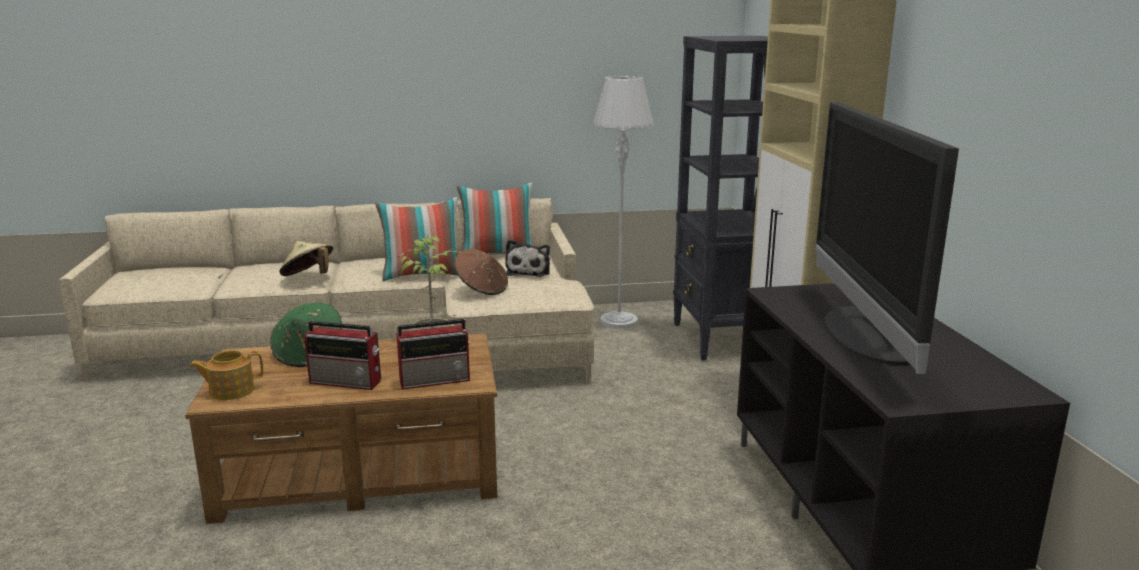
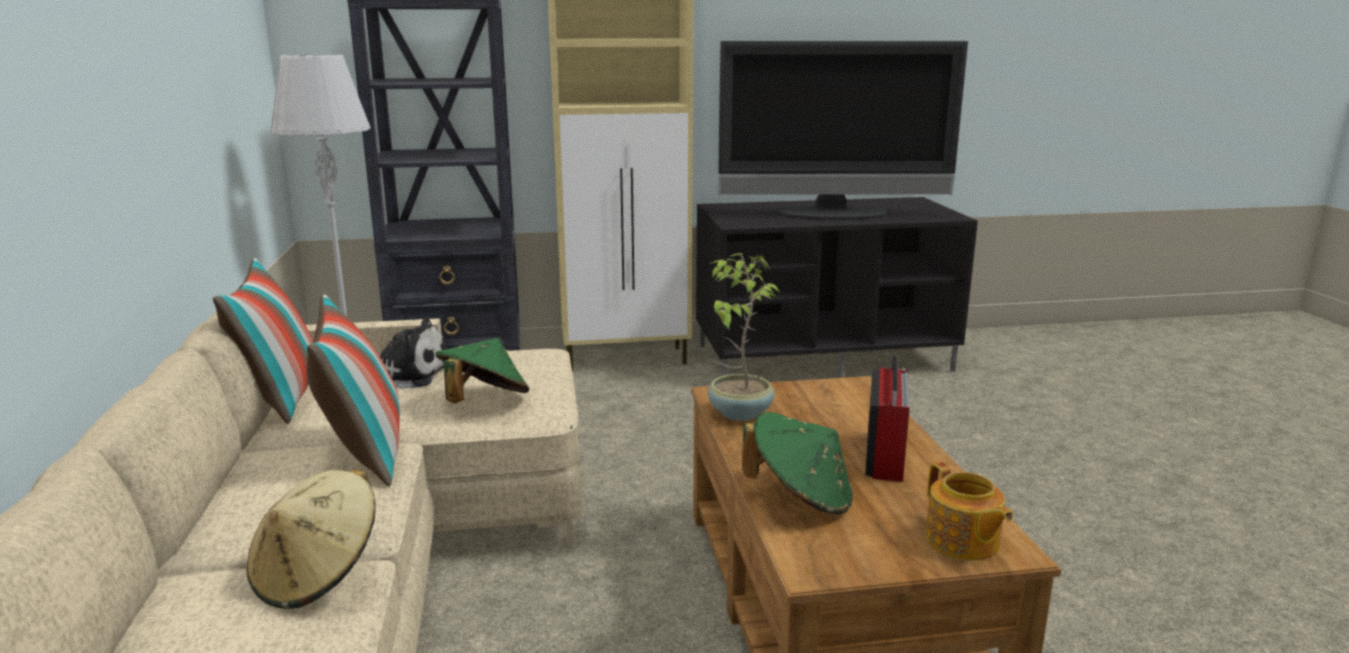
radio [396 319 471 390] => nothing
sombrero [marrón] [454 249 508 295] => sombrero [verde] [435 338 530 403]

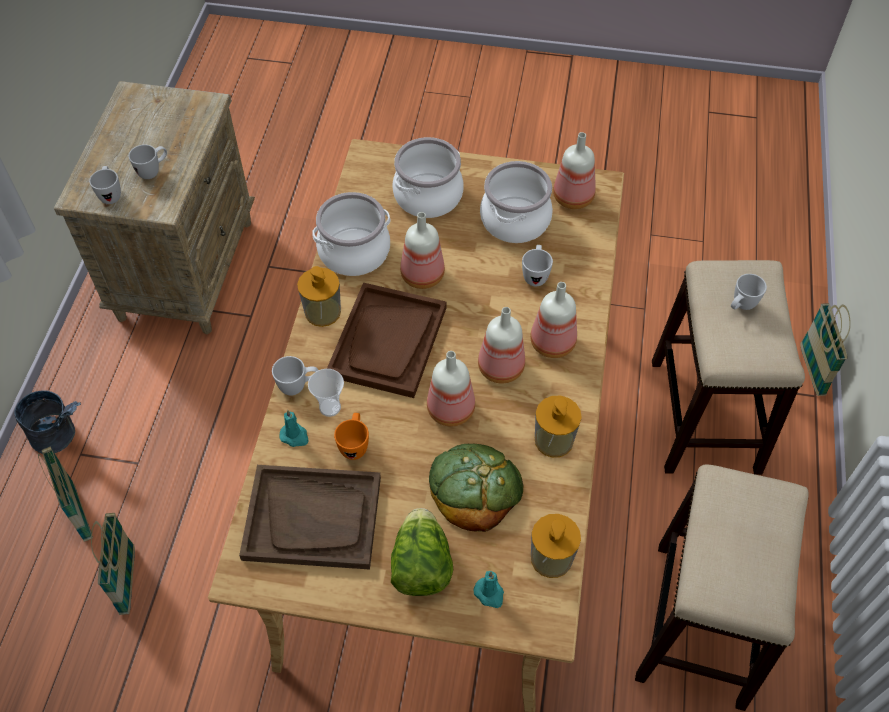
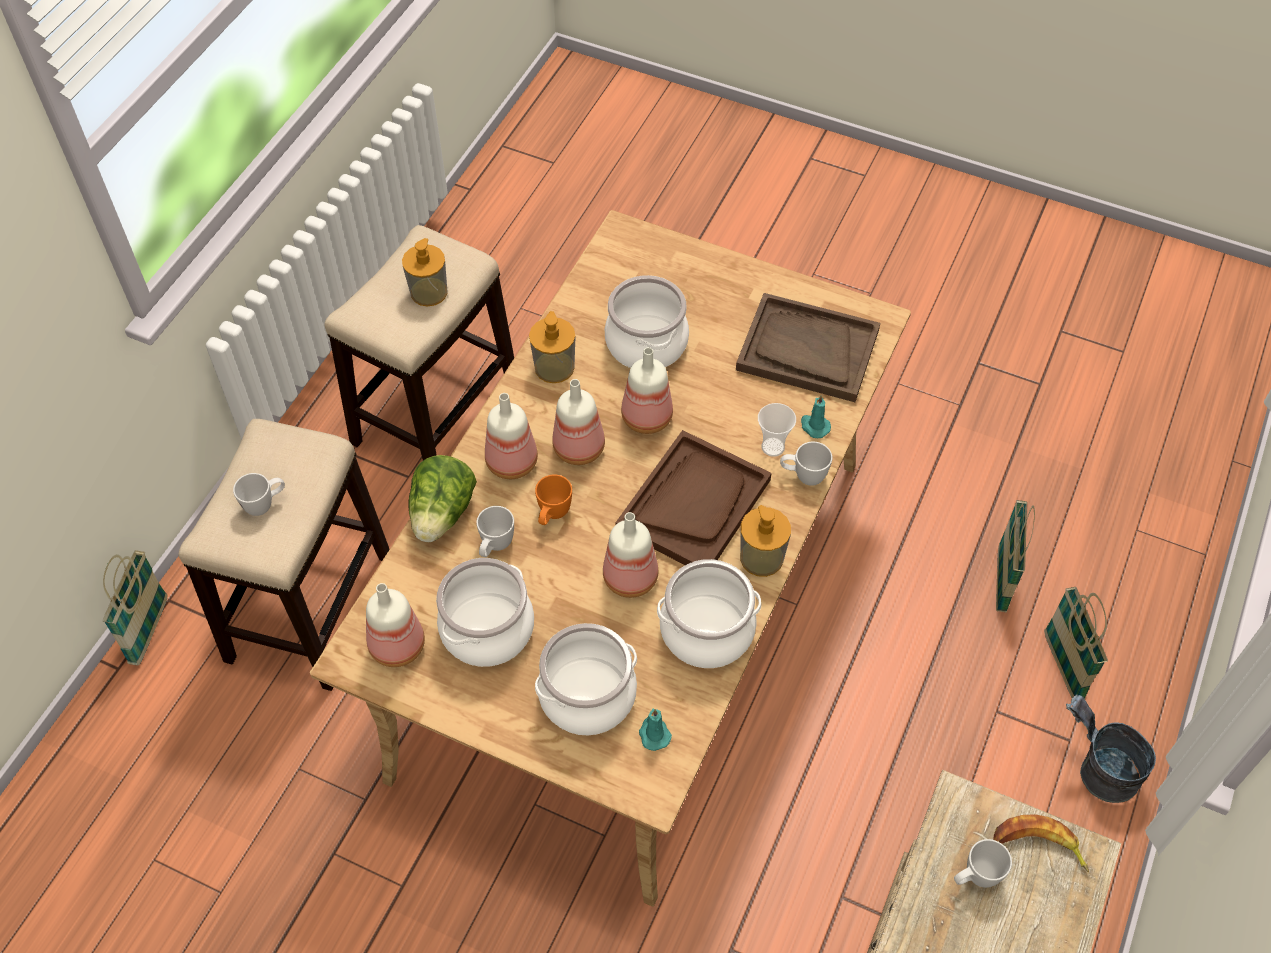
taza grande [blanco] [89 166 121 204] => plátano [993 814 1089 872]
taza grande [naranja] [334 413 369 460] => taza grande [naranja] [535 475 572 525], move
lechuga [391 508 453 596] => lechuga [409 455 477 542], move
pan [429 444 524 532] => olla [605 275 689 368]
vela [turquesa] [474 571 504 608] => vela [turquesa] [639 709 672 751], move
dispensador de jabón [531 514 581 578] => dispensador de jabón [402 238 448 306], move

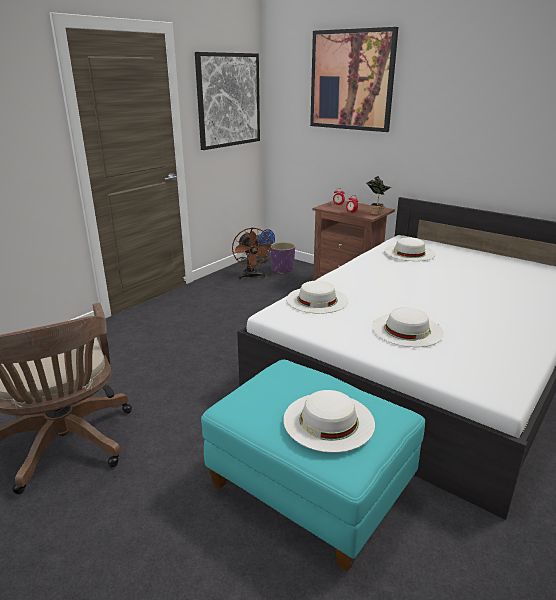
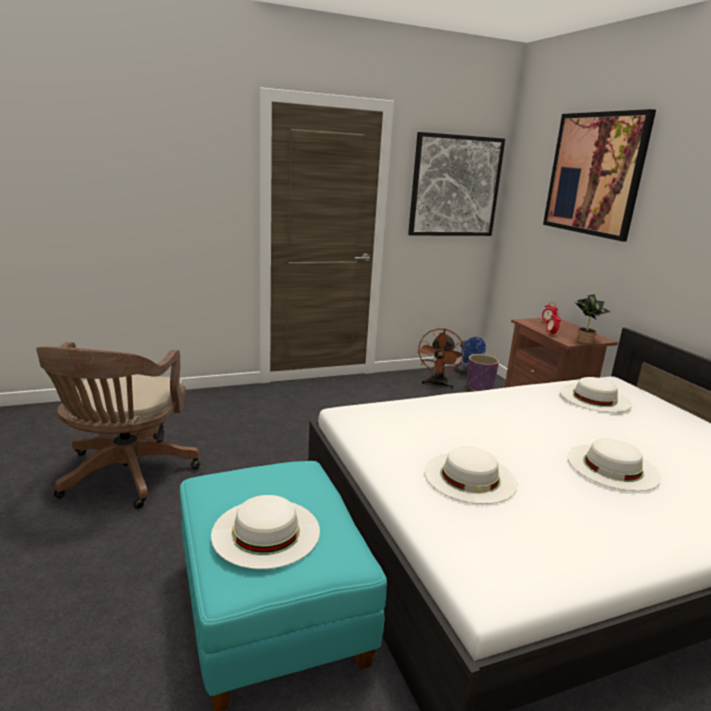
sombrero [blanco] [286 281 348 314] => sombrero [blanco] [568 438 661 491], move

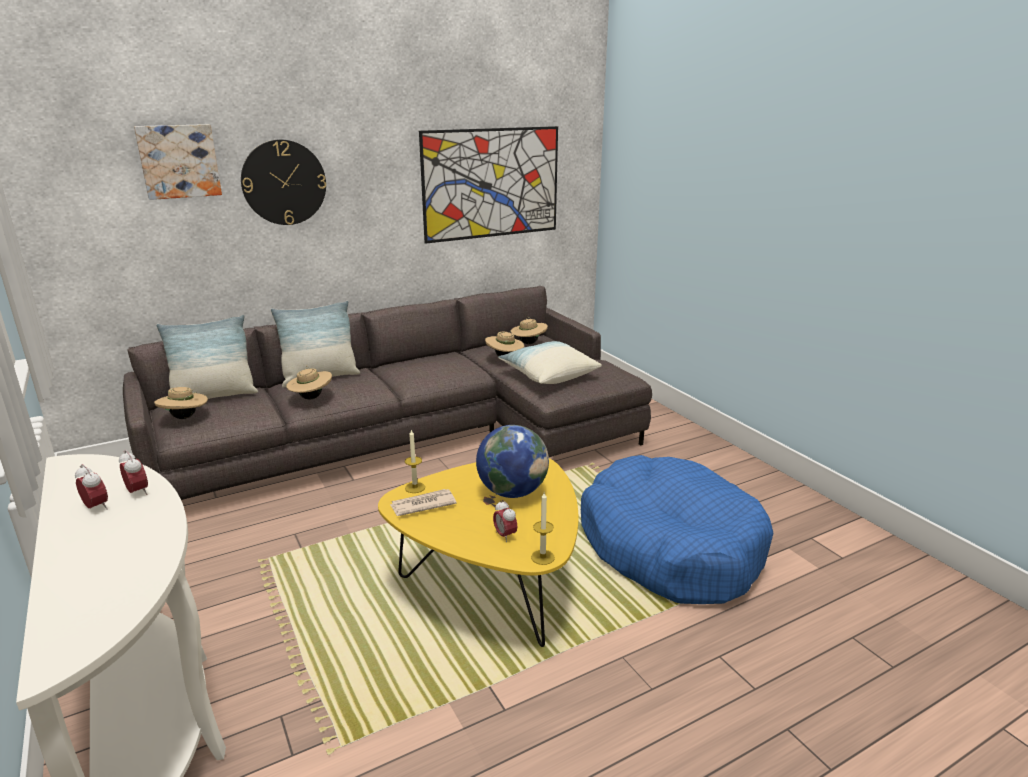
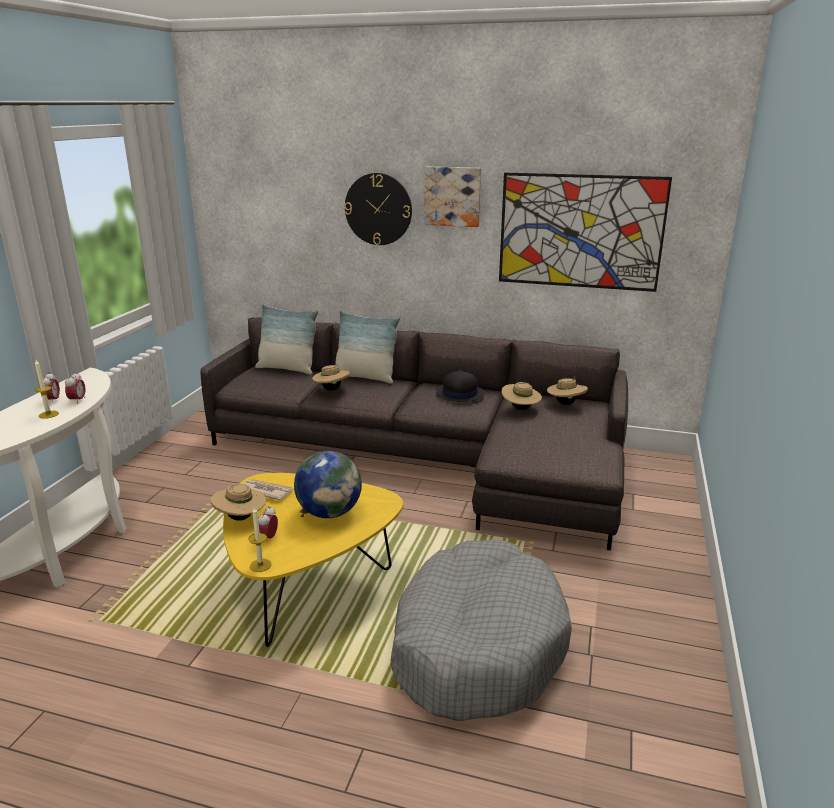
cuadro [134 124 222 200] => cuadro [424 167 481 227], move
sombrero [beis] [154 387 208 419] => sombrero [beis] [210 483 266 521], move
vela [405 430 425 493] => vela [34 360 59 419], move
cojín [498 341 602 384] => nothing
cama para perro [azul] [581 455 773 604] => cama para perro [gris] [391 539 572 721]
nothing => sombrero [negro] [436 370 484 402]

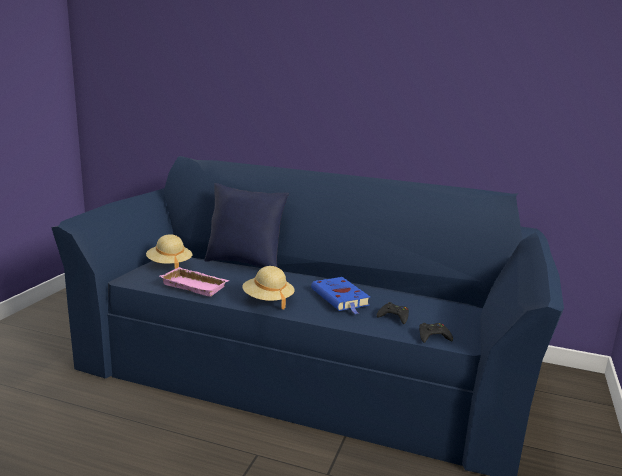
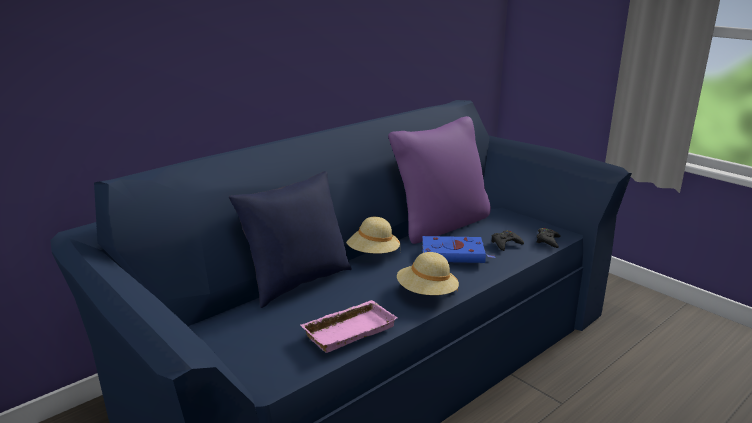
sombrero [beis] [146 234 192 269] => sombrero [beis] [346 217 400 253], move
nothing => cojín [morado] [388 116 491 244]

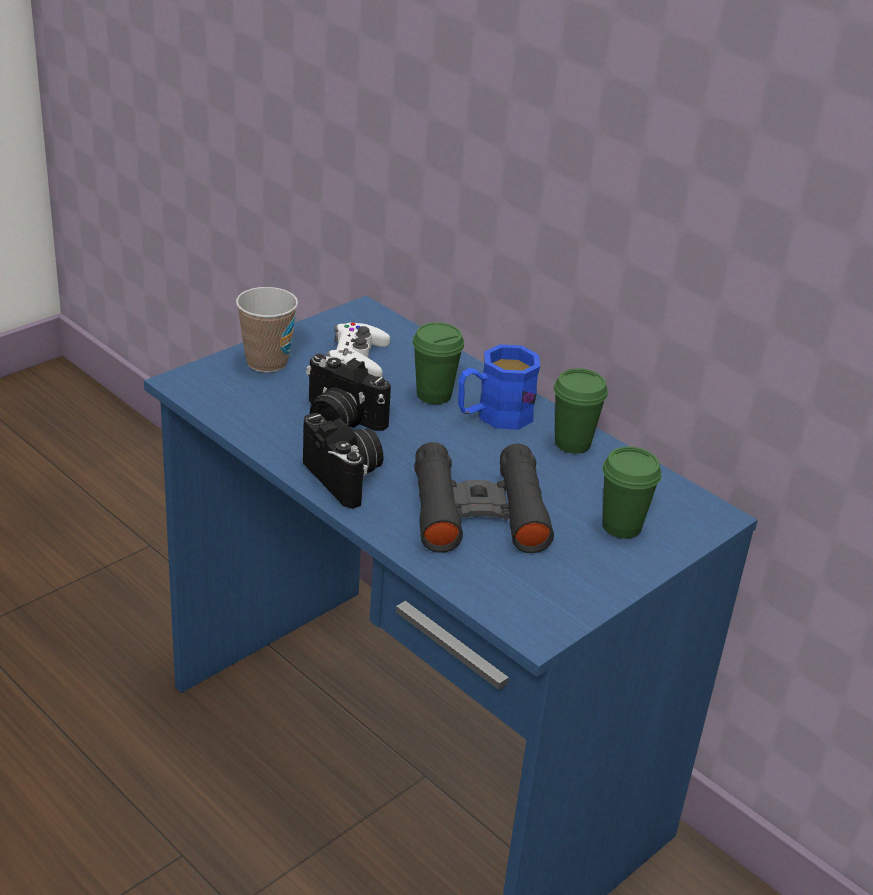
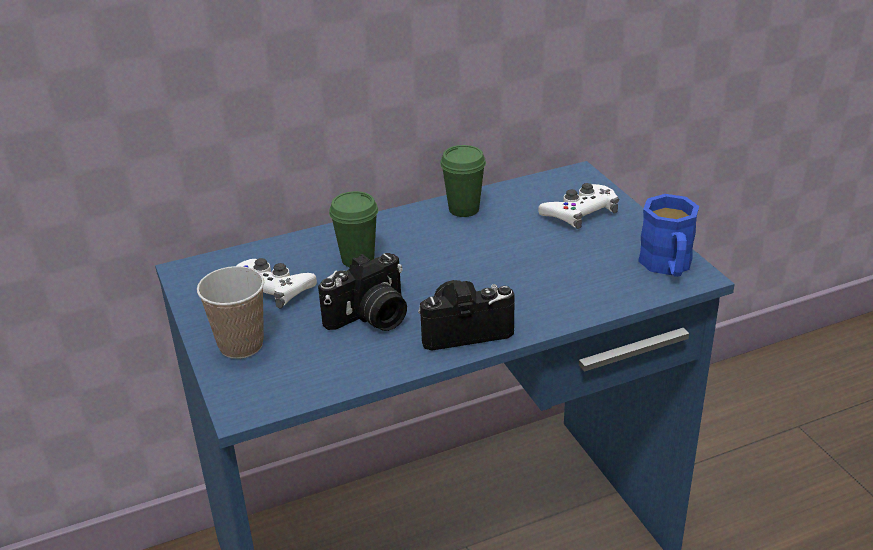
prismáticos [negro] [414 442 554 553] => nothing
taza grande [azul] [458 344 540 430] => taza grande [azul] [638 194 699 277], move
taza [verde] [602 447 661 539] => mando de consola [blanco] [538 183 619 229]

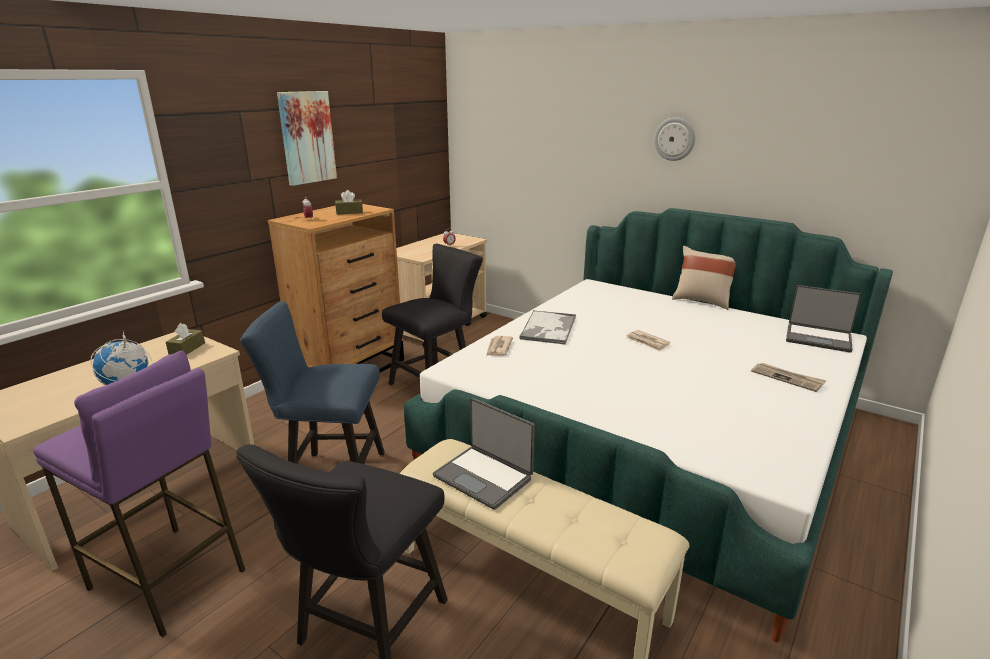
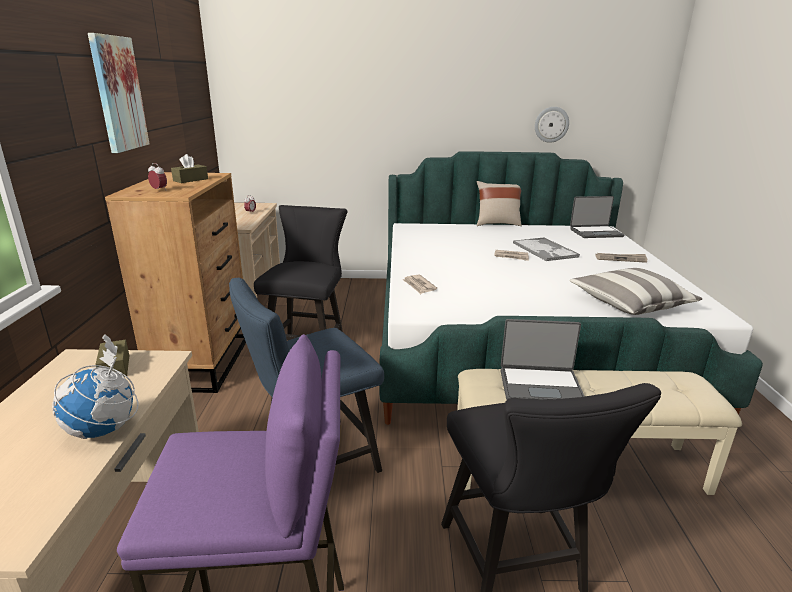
bandeja [519 311 576 345] => bandeja [513 237 580 261], move
reloj de pared [654 117 695 161] => reloj de pared [535 107 569 143], move
nothing => cojín [569 268 702 315]

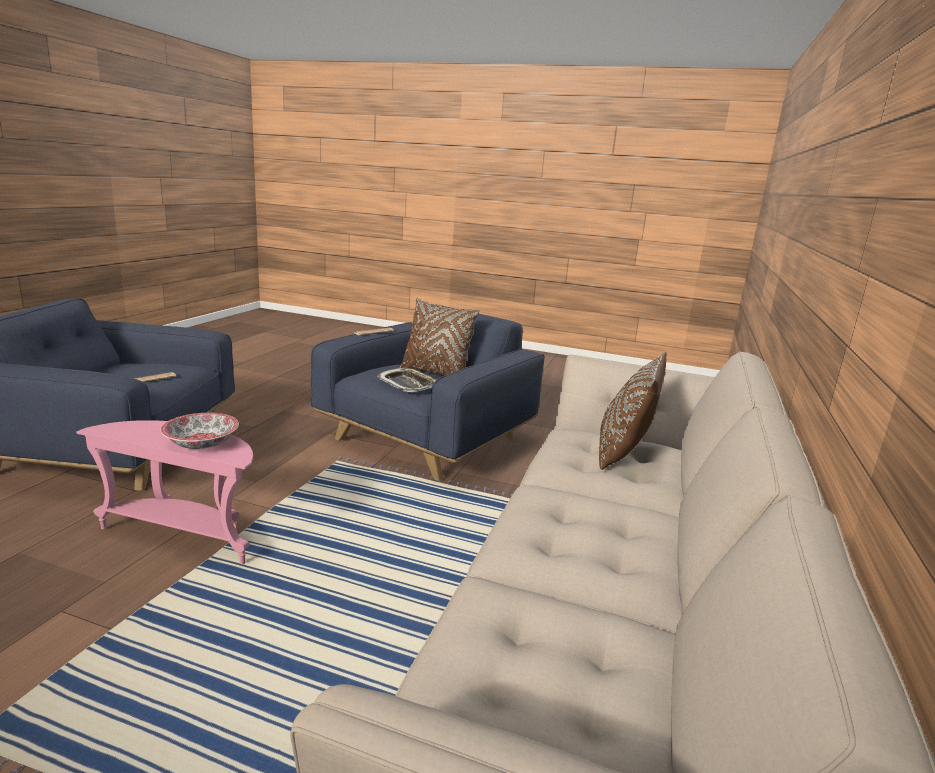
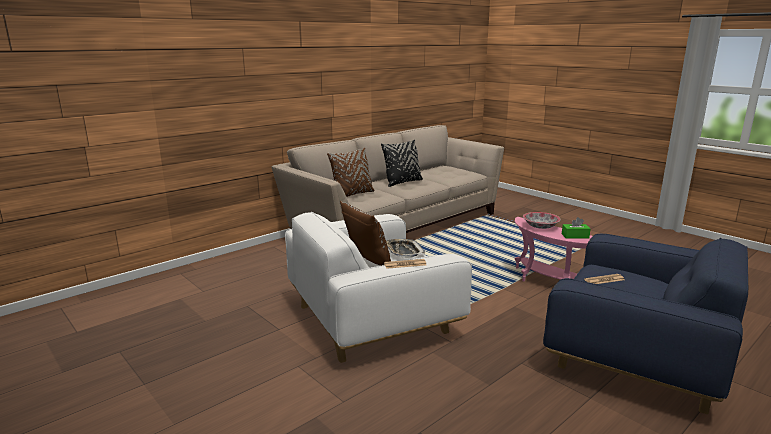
sillón [azul] [310 304 545 481] => sillón [blanco] [285 212 472 363]
nothing => cojín [negro] [381 140 423 187]
nothing => caja de pañuelos [verde] [562 217 591 238]

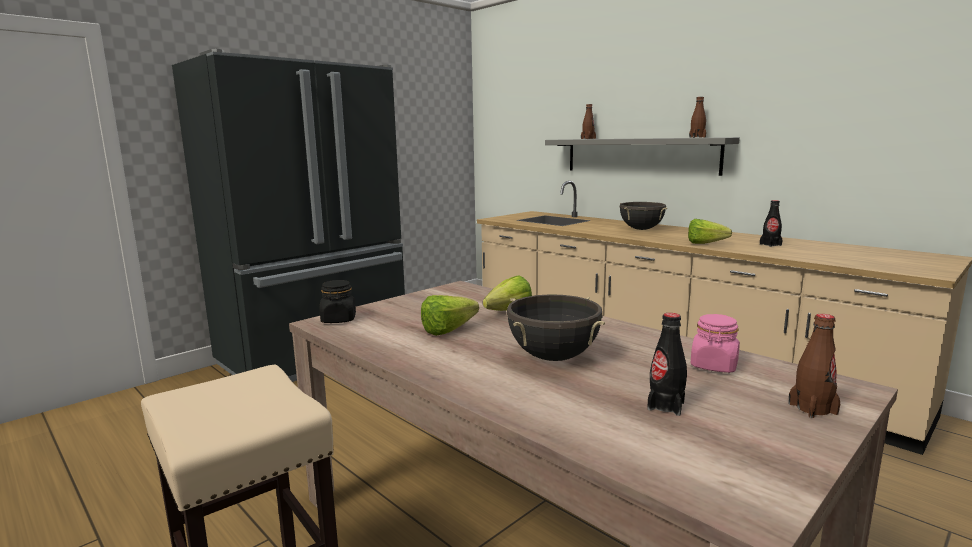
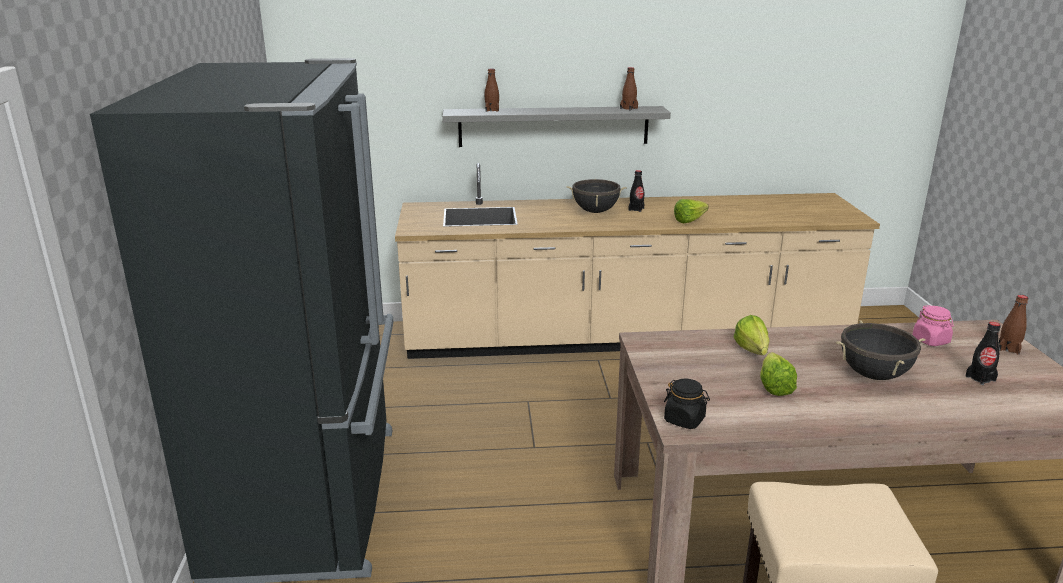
botella [negro] [760 200 783 247] => botella [negro] [629 170 644 212], move

